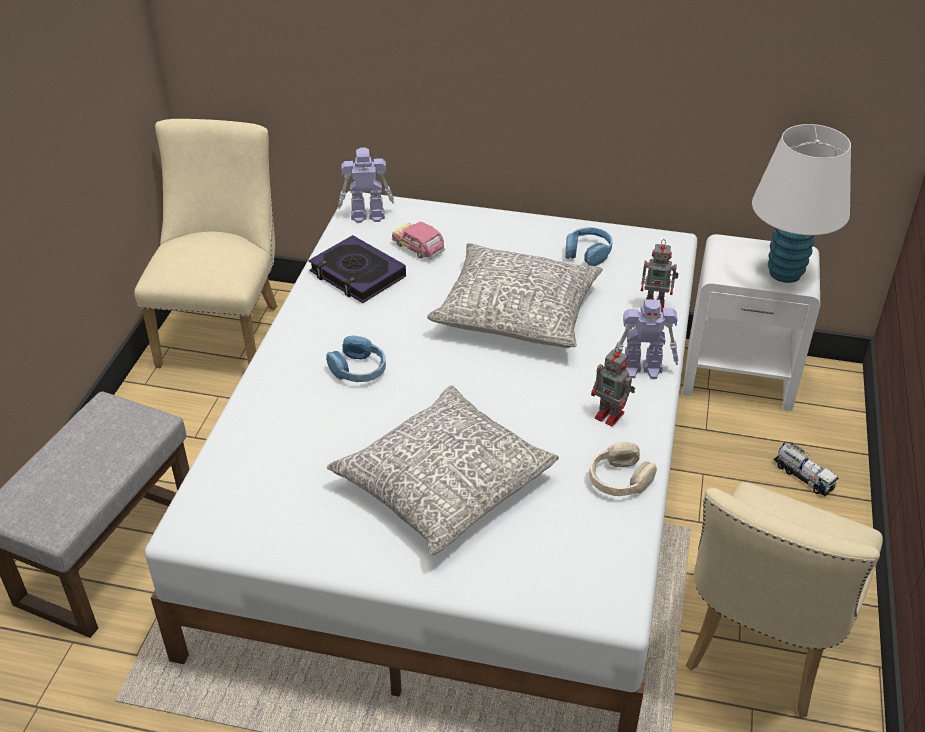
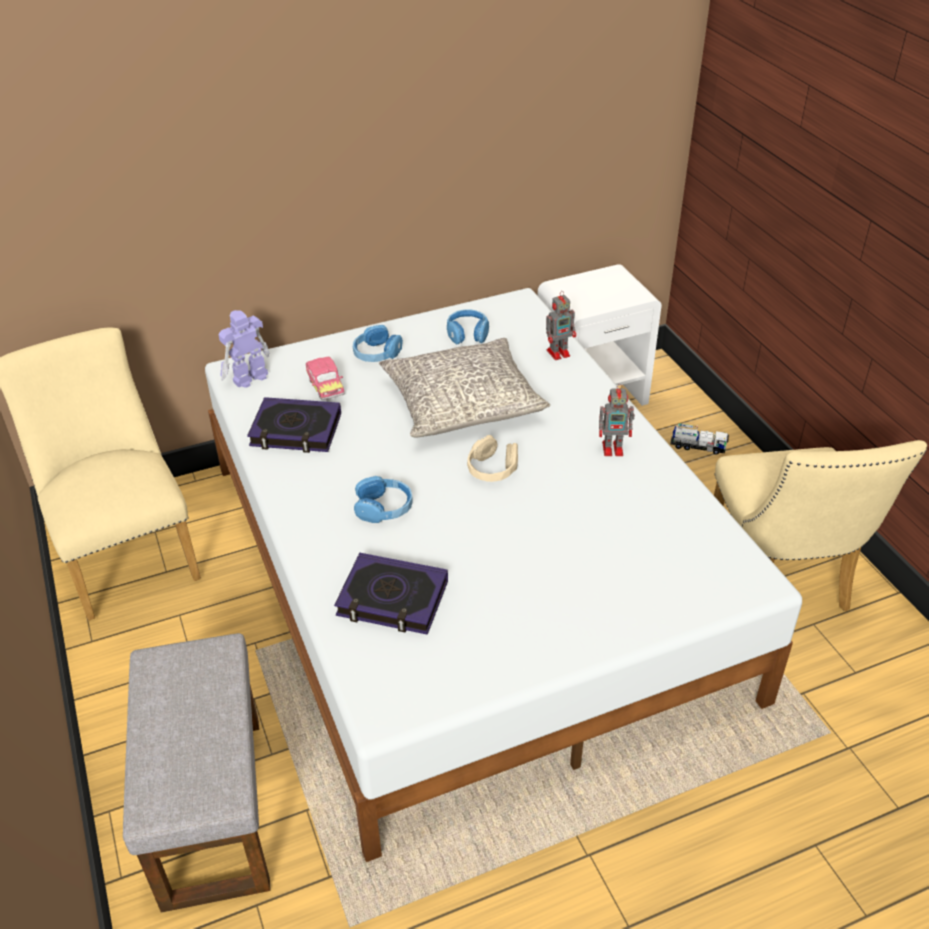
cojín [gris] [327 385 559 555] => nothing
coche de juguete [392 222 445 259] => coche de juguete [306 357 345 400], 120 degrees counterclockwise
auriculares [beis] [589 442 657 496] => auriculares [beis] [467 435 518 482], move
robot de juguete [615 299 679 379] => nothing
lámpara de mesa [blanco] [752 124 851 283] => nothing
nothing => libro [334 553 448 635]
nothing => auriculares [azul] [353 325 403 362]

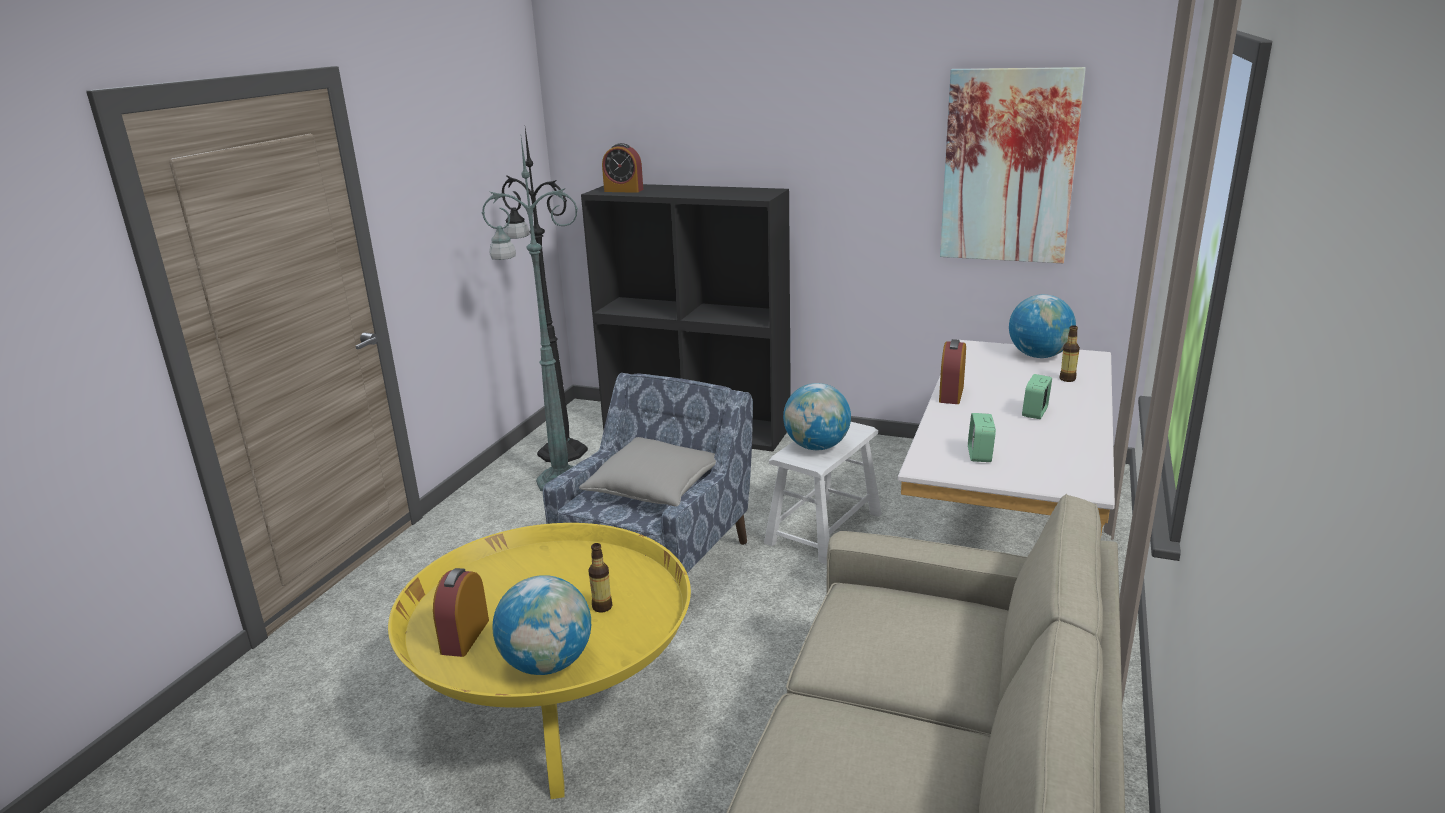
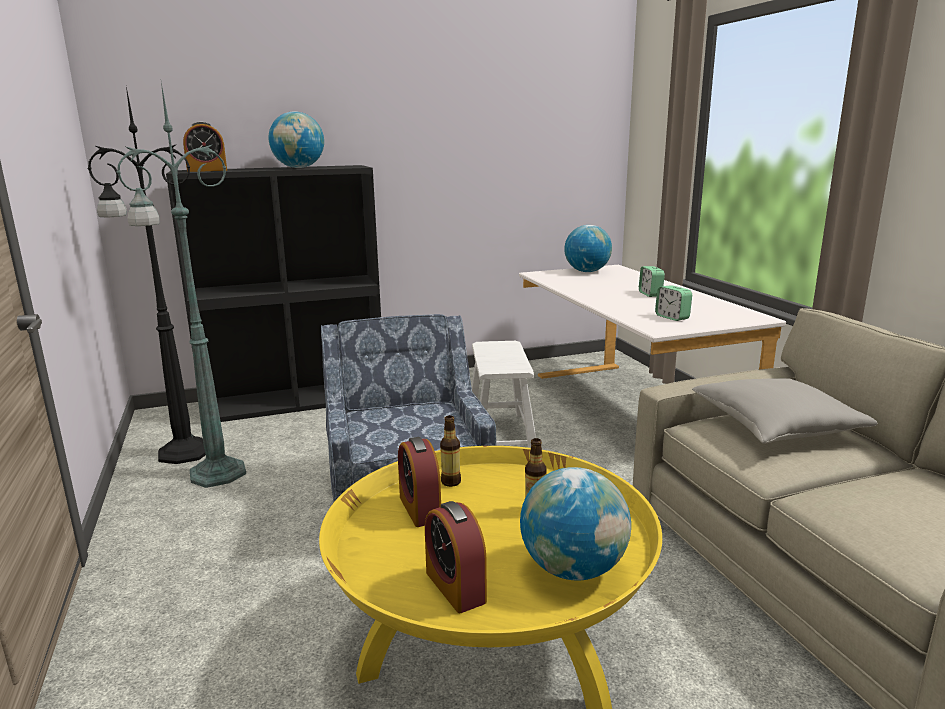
cojín [gris] [579 437 716 507] => cojín [gris] [692 378 878 444], move
globo terráqueo [783 383 851 450] => globo terráqueo [269 111 324 168], move
despertador [939 339 966 404] => despertador [398 437 441 527], move
cuadro [940 67 1086 264] => nothing
botella [1060 325 1080 382] => botella [440 415 461 487], move

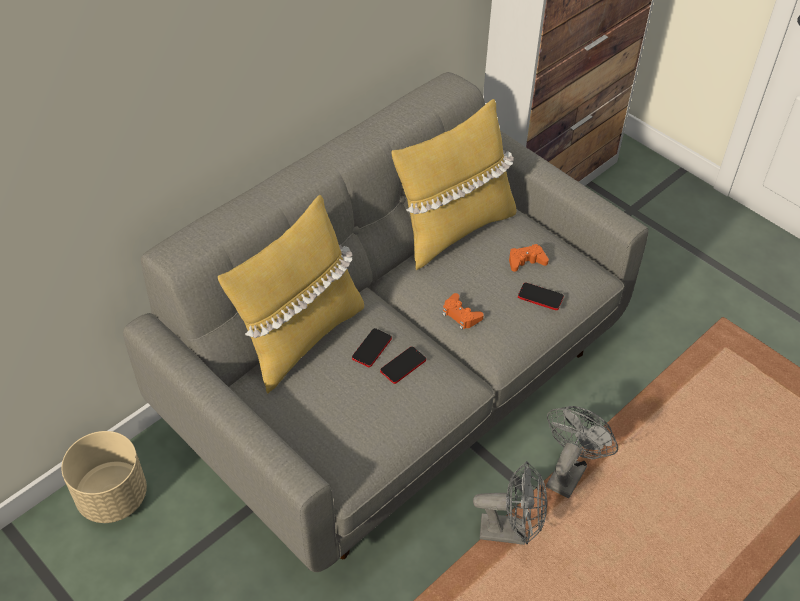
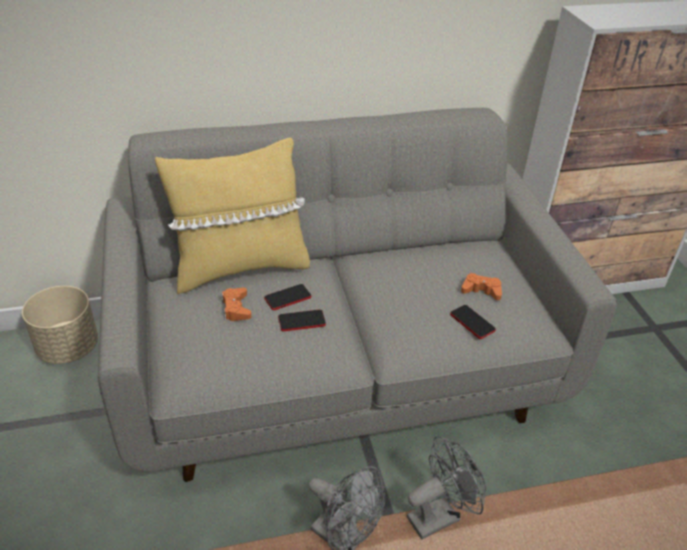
cojín [amarillo] [391 99 516 270] => nothing
mando de consola [naranja] [442 293 484 330] => mando de consola [naranja] [222 288 251 321], move

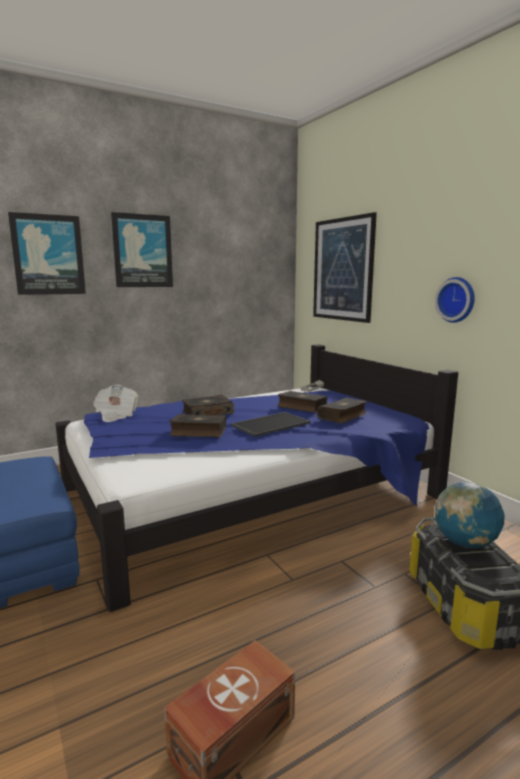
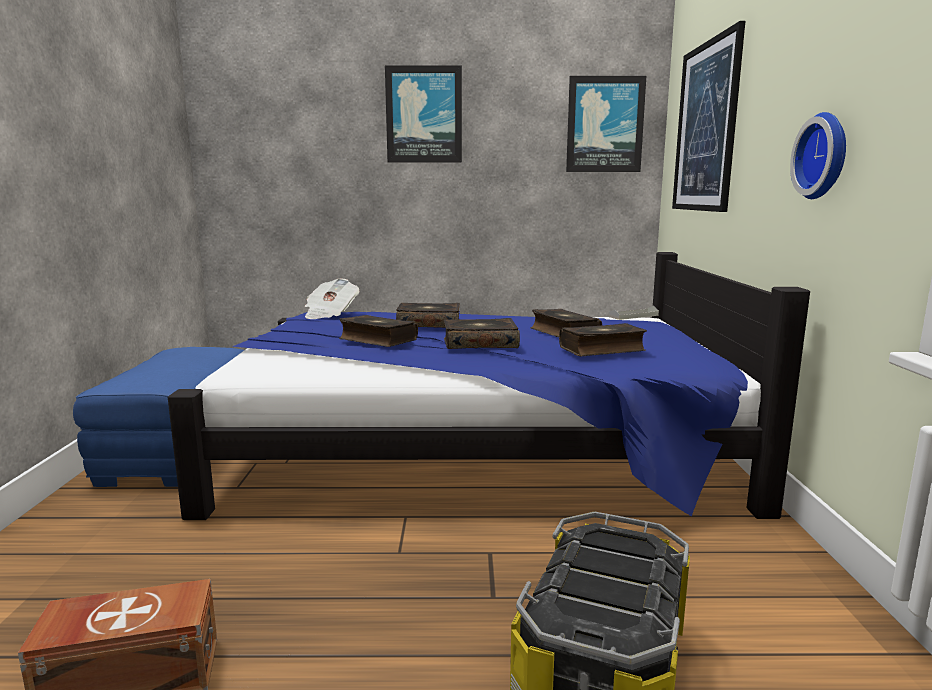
cuadro [8 212 86 295] => cuadro [566 76 646 172], move
bandeja [231 412 311 437] => libro [444 318 520 349]
globo terráqueo [435 482 504 548] => nothing

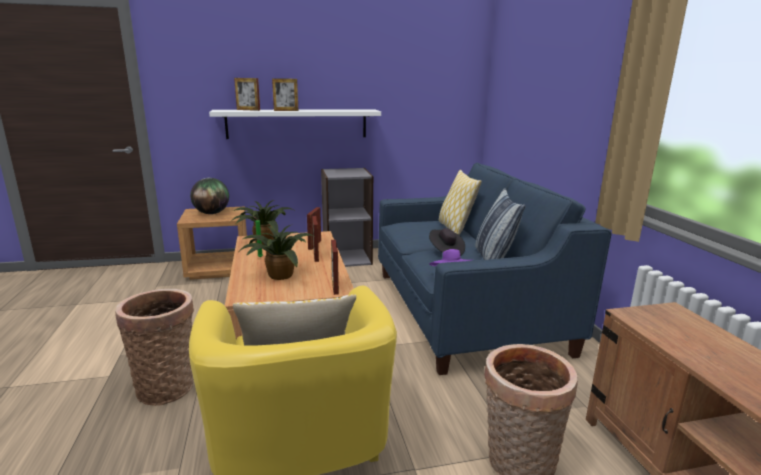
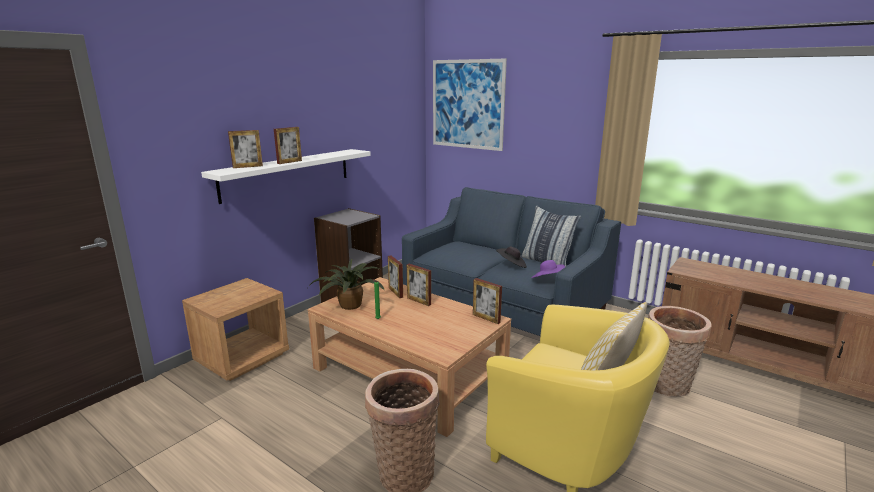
globo terráqueo [190 178 229 214] => nothing
planta en maceta [239 225 313 280] => nothing
cojín [439 170 482 235] => nothing
nothing => cuadro [433 59 507 151]

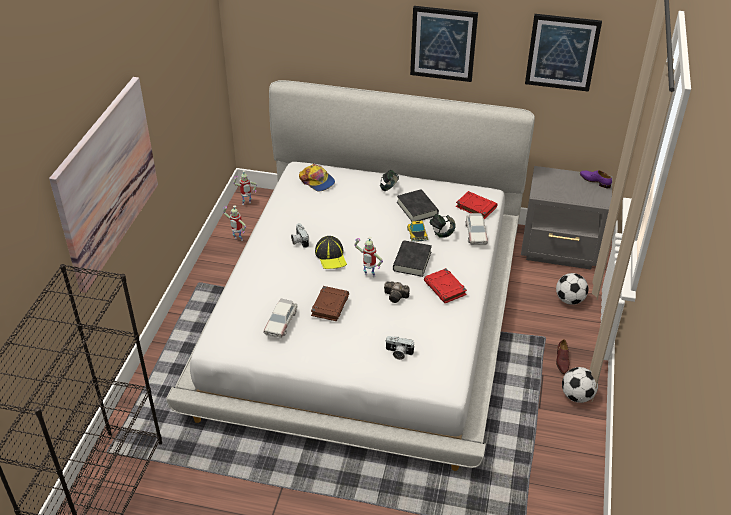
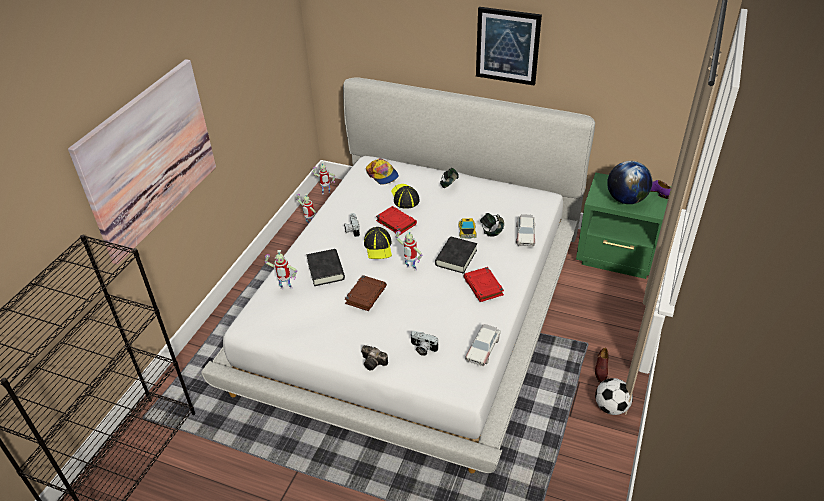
coche de juguete [264 299 297 338] => coche de juguete [465 324 501 367], move
cámara [384 281 410 303] => cámara [361 345 388 370], move
libro [negro] [397 189 439 221] => libro [negro] [307 249 345 286], move
libro [rojo] [456 191 497 219] => libro [rojo] [376 206 417 235], move
mesita de noche [gris] [521 166 613 269] => mesita de noche [verde] [576 173 671 279]
cuadro [525 14 602 92] => nothing
balón de fútbol [556 273 588 305] => nothing
nothing => robot de juguete [264 250 297 289]
nothing => gorra [391 184 420 209]
nothing => globo terráqueo [607 161 652 204]

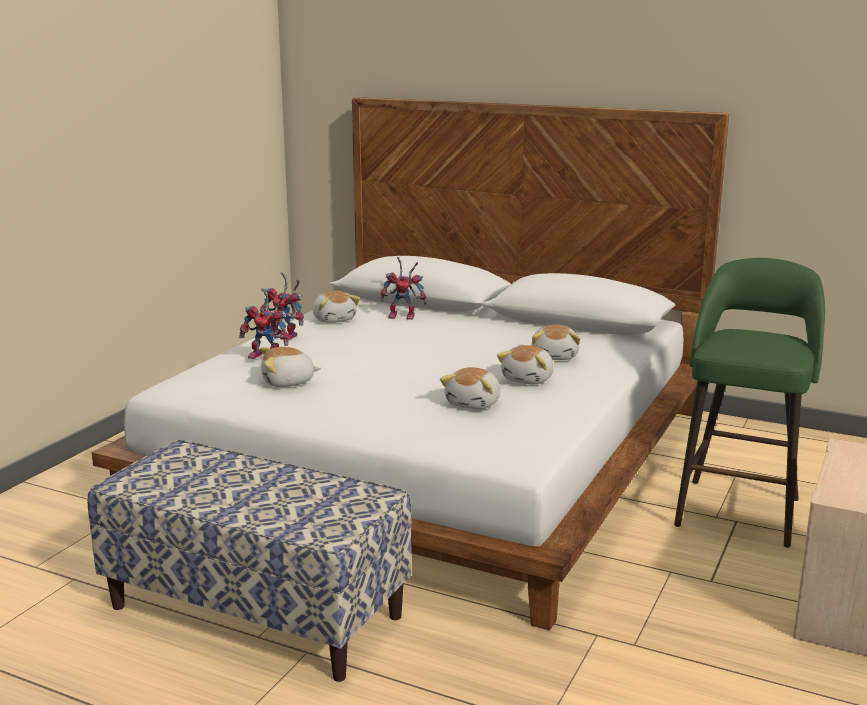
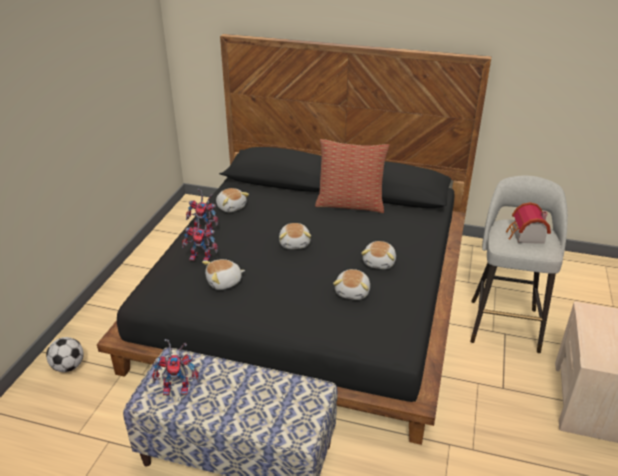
cama [blanco] [92 97 729 630] => cama [negro] [97 34 491 445]
robot de juguete [381 257 426 320] => robot de juguete [152 339 199 395], move
peluche [532 324 580 360] => peluche [279 223 311 249], move
taburete [verde] [674 258 825 548] => taburete [gris] [470 176 568 353]
nothing => balón de fútbol [46 337 84 372]
nothing => cojín [315 139 389 213]
nothing => casita [506 202 551 244]

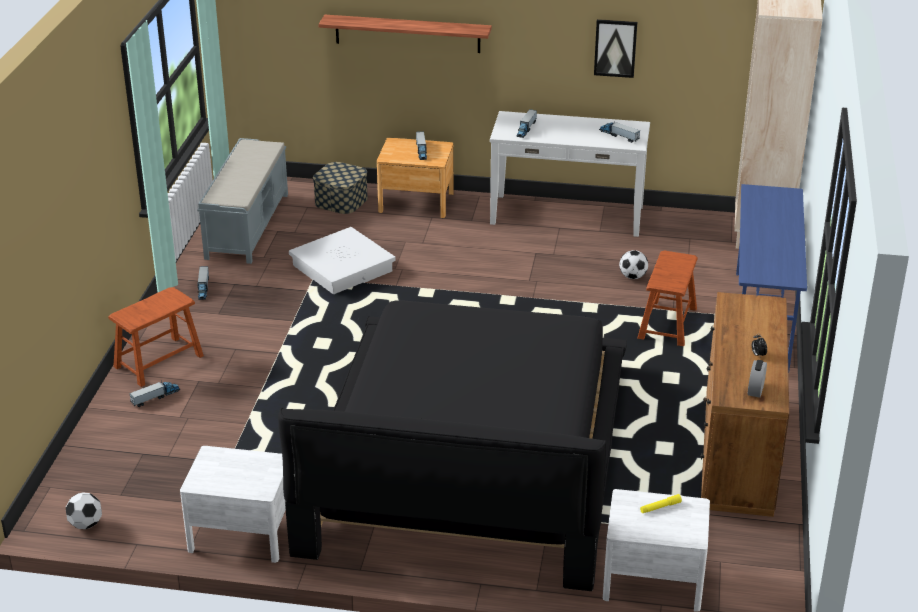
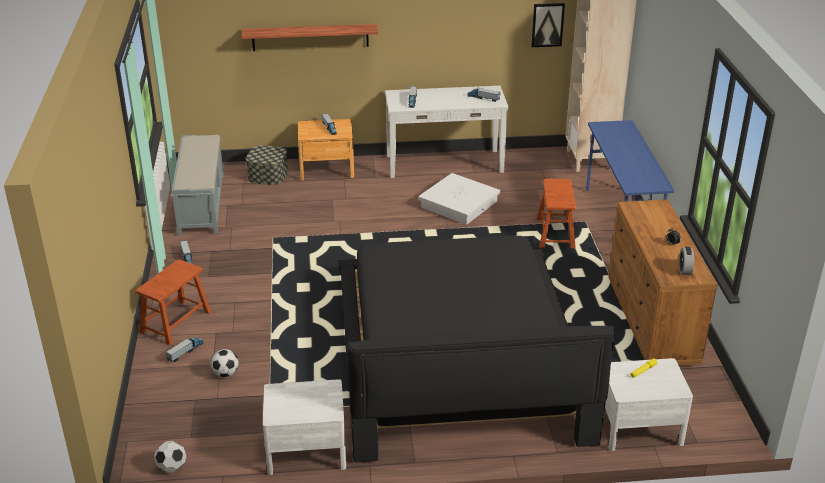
caja de almacenaje [blanco] [289 227 396 294] => caja de almacenaje [blanco] [418 173 500 225], move
cuadro [594 19 637 78] => cuadro [531 3 565 47], move
balón de fútbol [619 250 648 279] => balón de fútbol [210 349 239 377], move

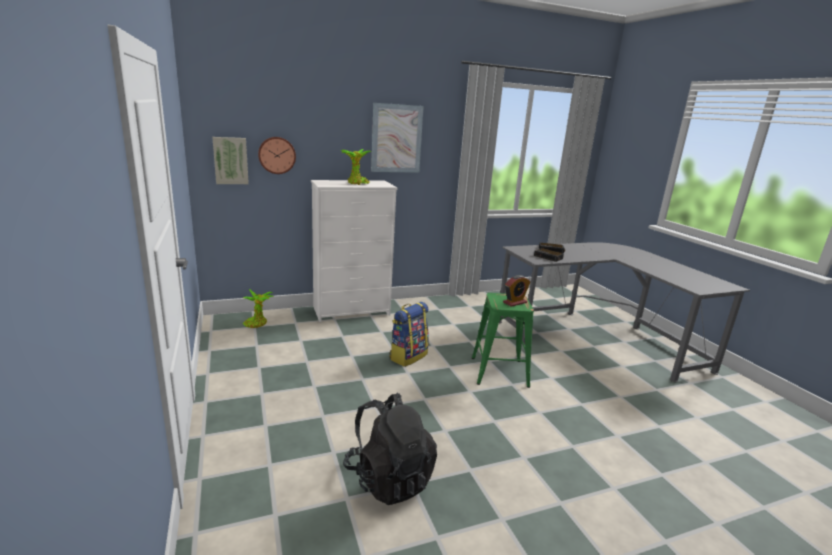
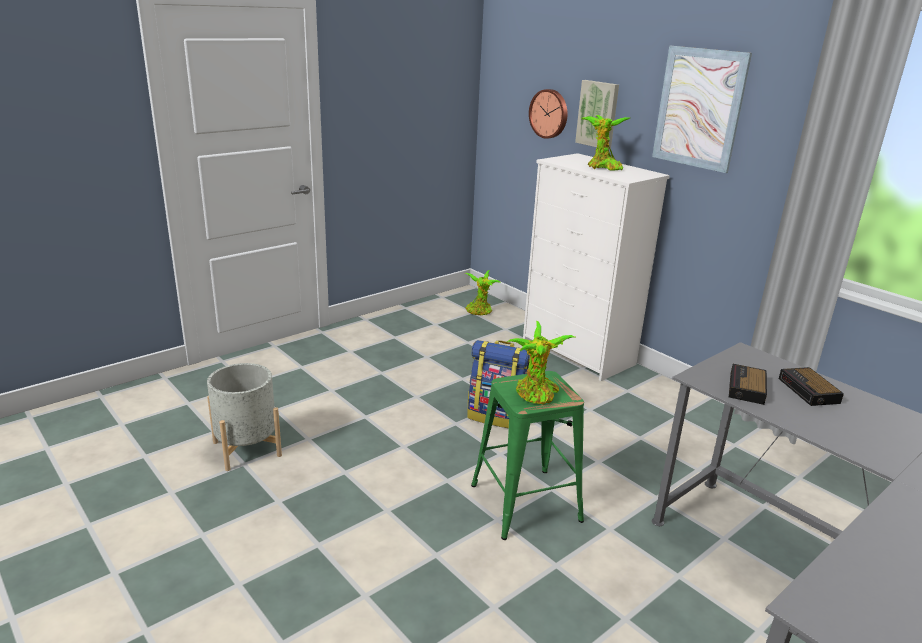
cuadro [212 137 249 184] => cuadro [575 80 619 149], move
mochila [negro] [343 393 437 505] => maceta [gris] [207 363 282 471]
despertador [503 275 530 307] => planta en maceta [507 321 575 405]

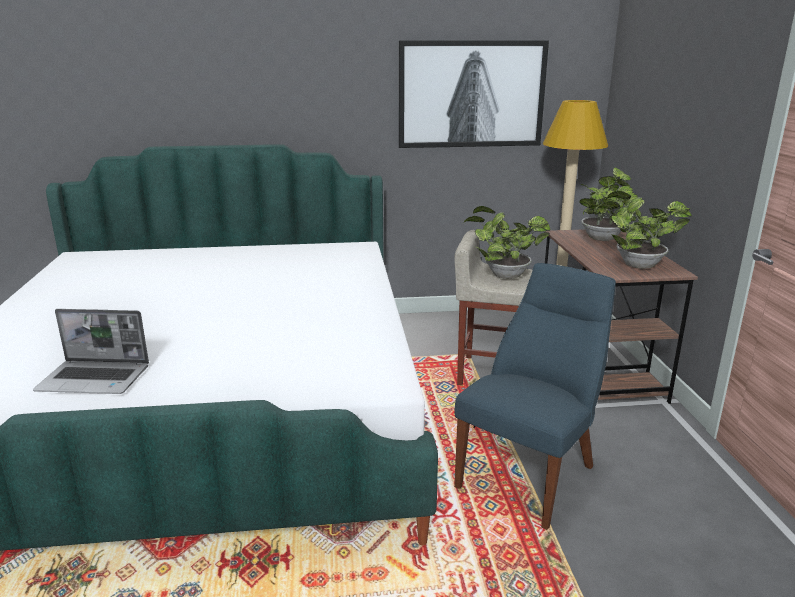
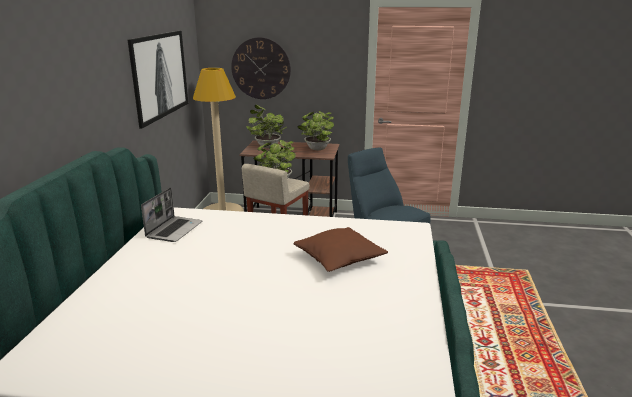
portátil [33 309 149 394] => portátil [141 187 202 242], move
nothing => reloj de pared [231 37 291 99]
nothing => cojín [marrón] [294 227 388 272]

